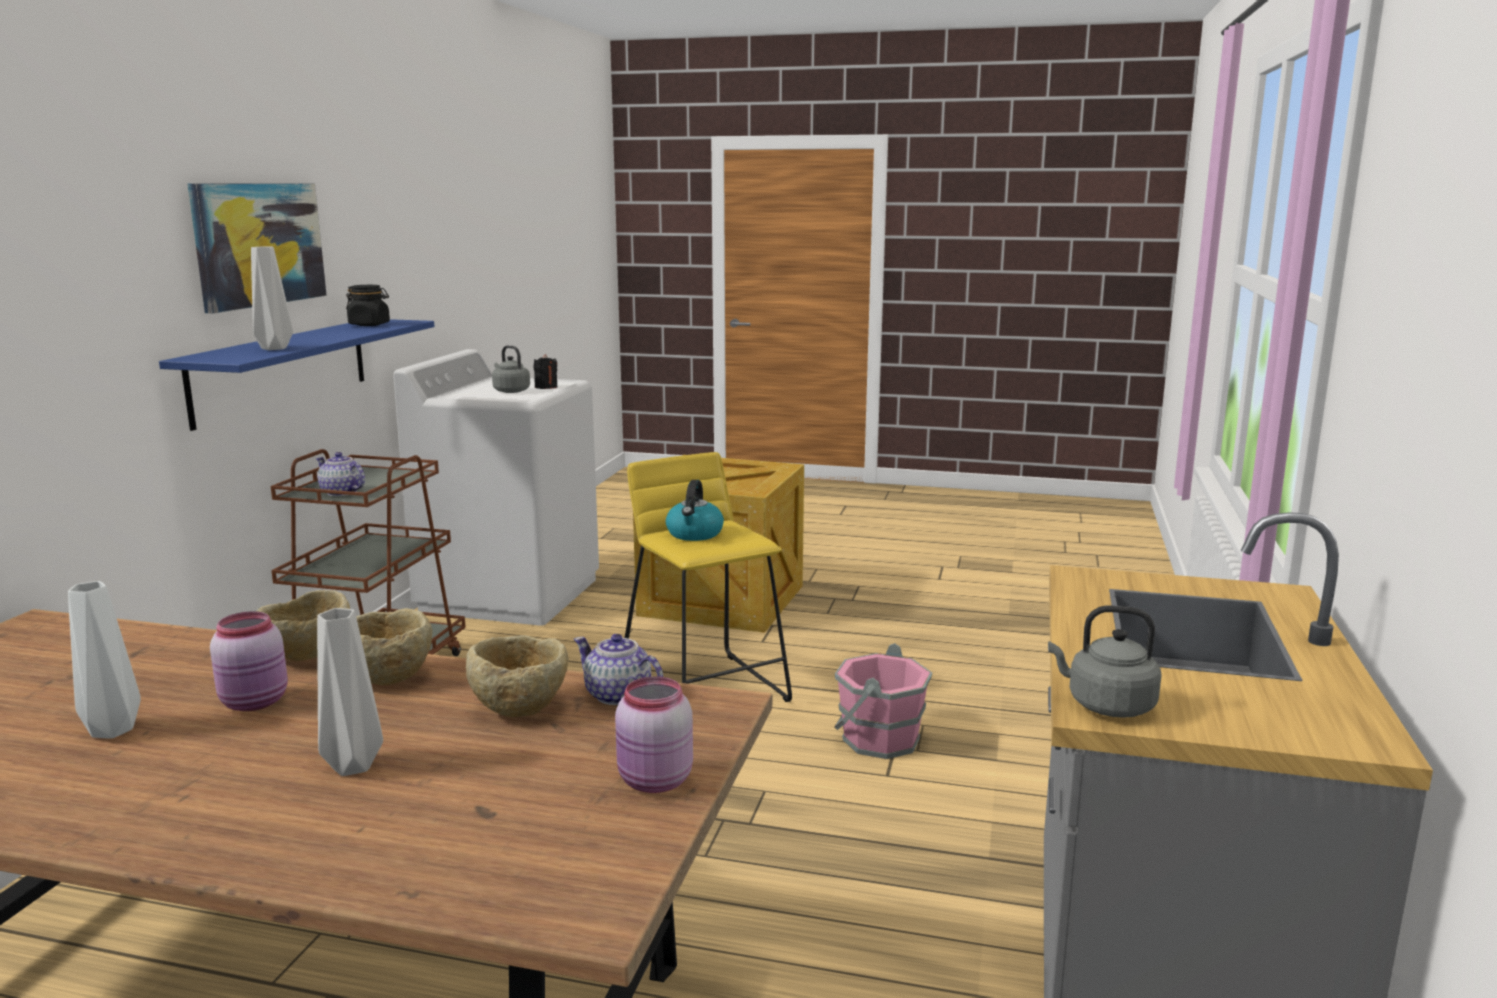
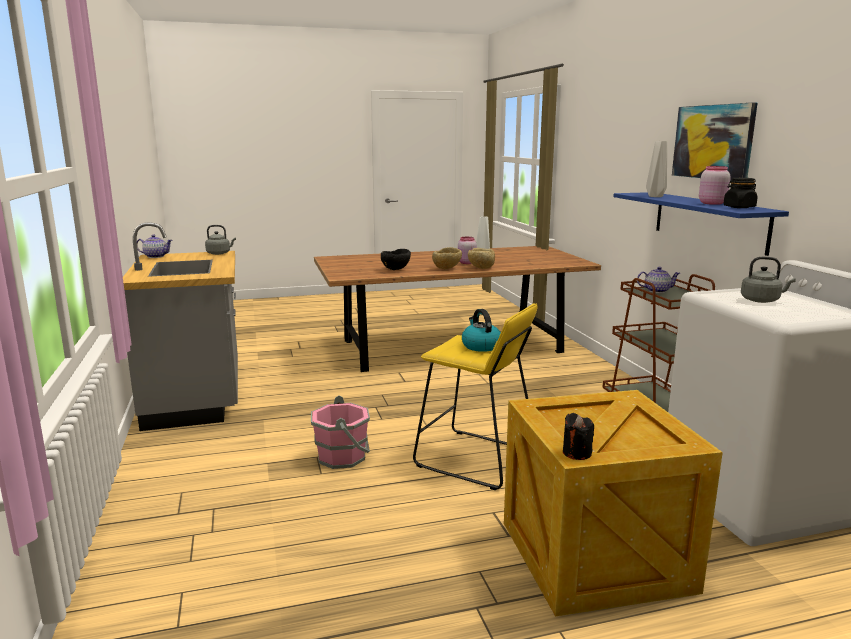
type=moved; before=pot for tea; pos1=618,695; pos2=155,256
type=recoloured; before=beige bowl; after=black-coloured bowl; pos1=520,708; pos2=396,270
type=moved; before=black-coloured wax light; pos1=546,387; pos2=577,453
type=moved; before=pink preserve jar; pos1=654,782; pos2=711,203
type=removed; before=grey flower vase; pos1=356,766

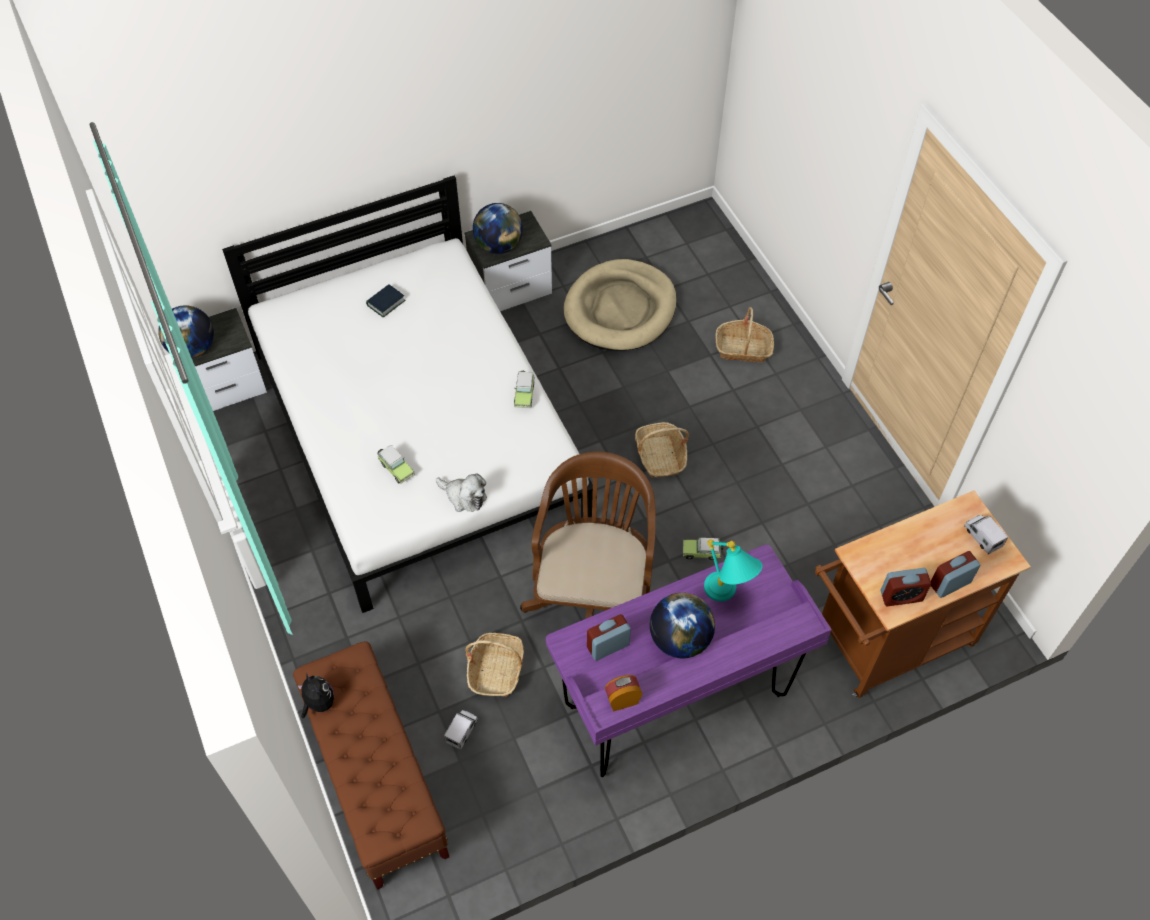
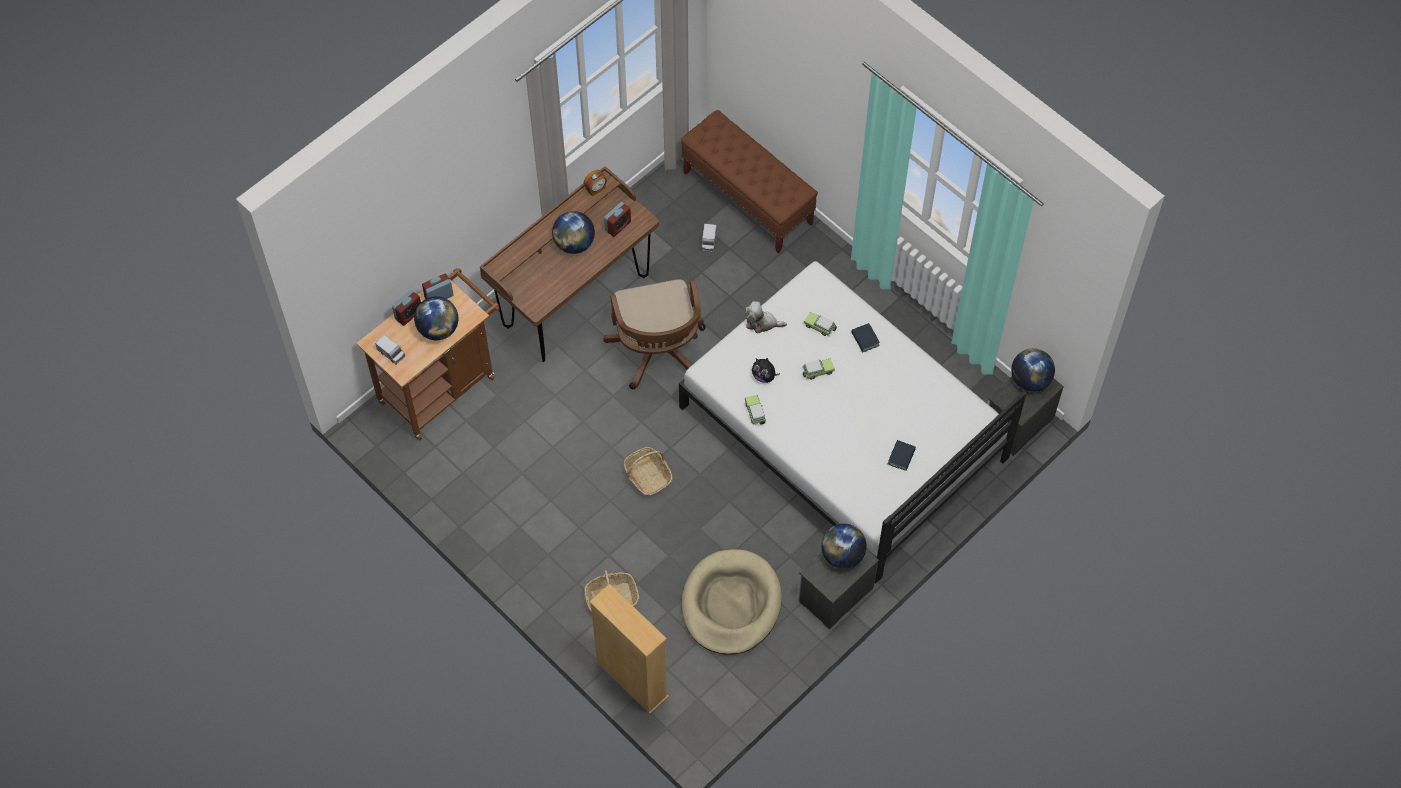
type=added; after=desk globe; pos2=438,329
type=recoloured; before=purple-coloured desk; after=brown desk; pos1=676,702; pos2=575,301
type=added; after=beige bookshelf; pos2=632,679
type=moved; before=plush toy; pos1=318,703; pos2=764,376
type=moved; before=miniature car; pos1=702,552; pos2=817,372
type=added; after=volume; pos2=865,339
type=removed; before=household basket; pos1=496,670
type=removed; before=blue-green table lamp; pos1=727,596

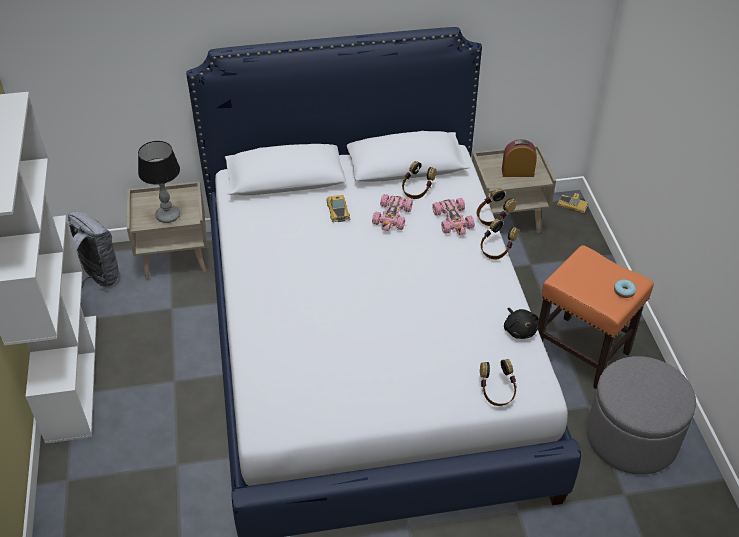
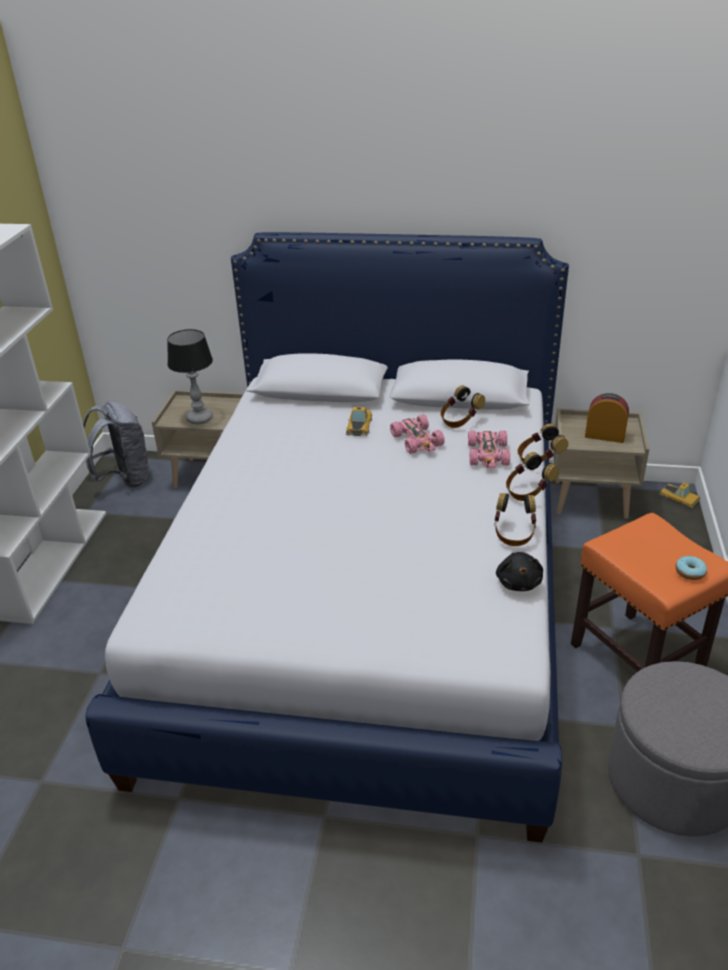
type=turned; before=pink miniature car; pos1=392,217; pos2=417,441; turn=-60
type=moved; before=headphones; pos1=497,393; pos2=514,534

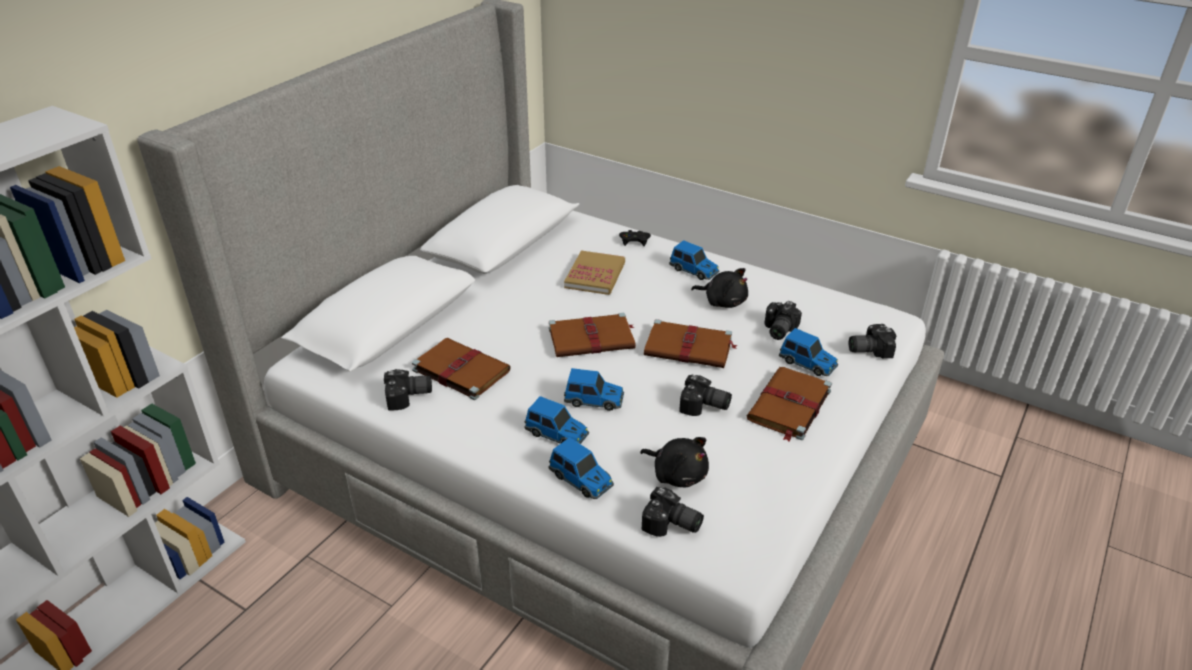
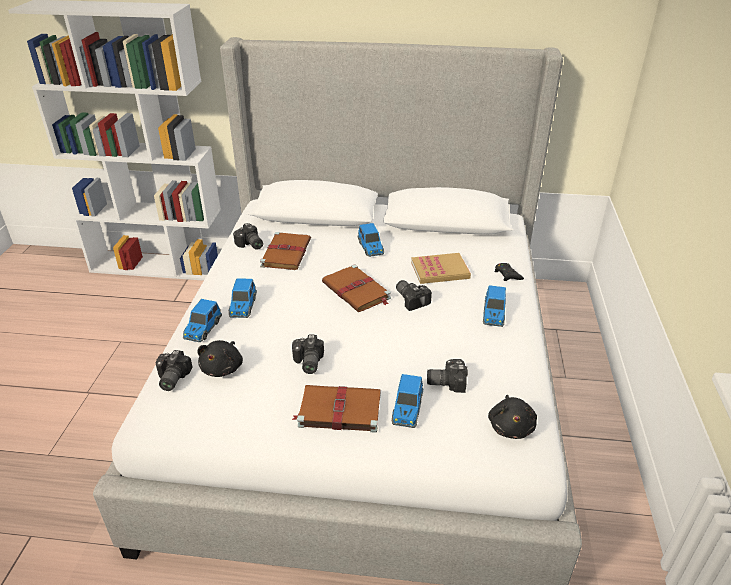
type=moved; before=miniature car; pos1=594,400; pos2=371,248
type=moved; before=photo camera; pos1=868,349; pos2=412,299
type=moved; before=black-coloured plush toy; pos1=723,301; pos2=511,426
type=removed; before=brown volume; pos1=690,348

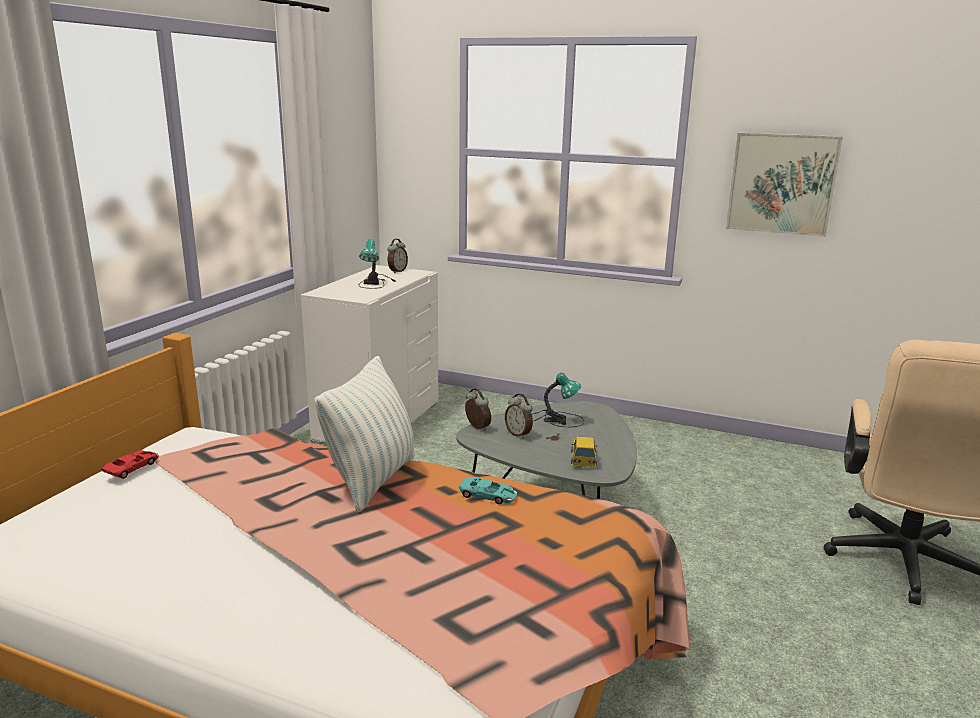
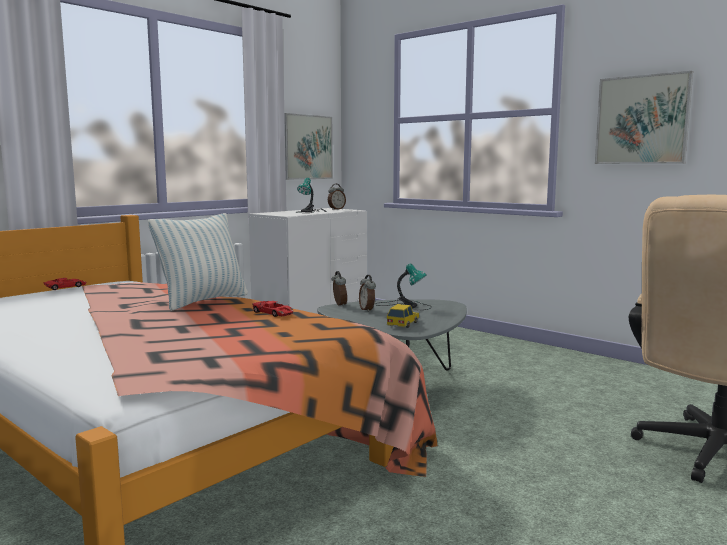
type=recoloured; before=blue-green miniature car; after=red-coloured miniature car; pos1=488,495; pos2=273,313
type=added; after=picture; pos2=307,147

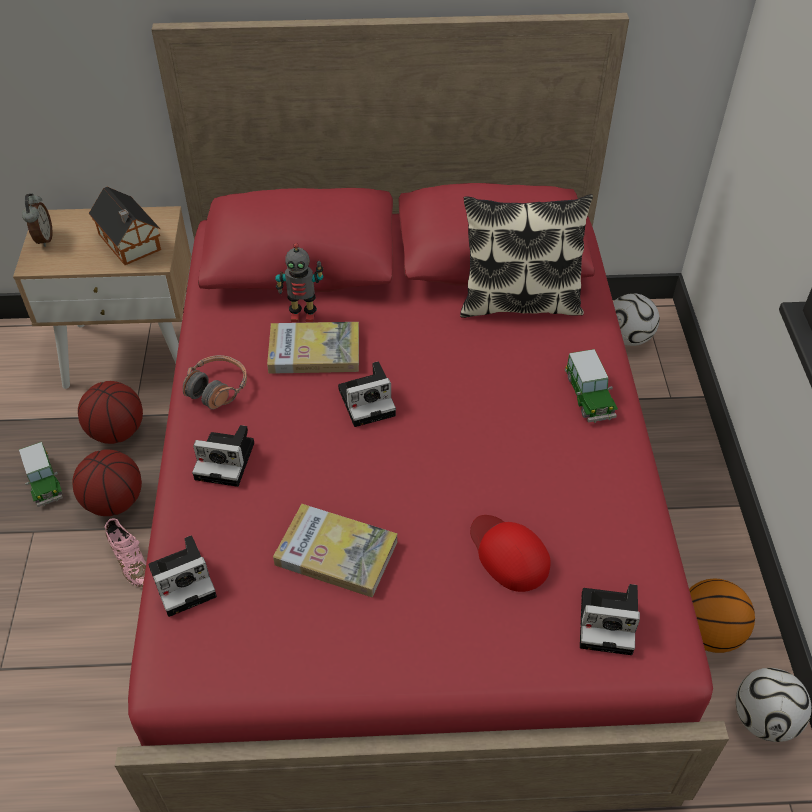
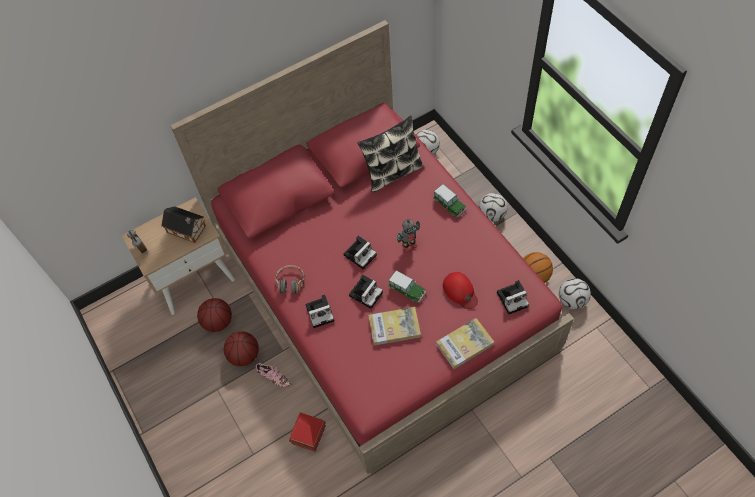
type=added; after=miniature house; pos2=309,437
type=moved; before=photo camera; pos1=185,580; pos2=366,293
type=moved; before=miniature car; pos1=44,482; pos2=407,290
type=moved; before=robot figure; pos1=303,315; pos2=409,246
type=moved; before=volume; pos1=314,351; pos2=464,344
type=turned; before=red-coloured cap; pos1=508,554; pos2=460,291; turn=-150
type=added; after=football; pos2=492,215

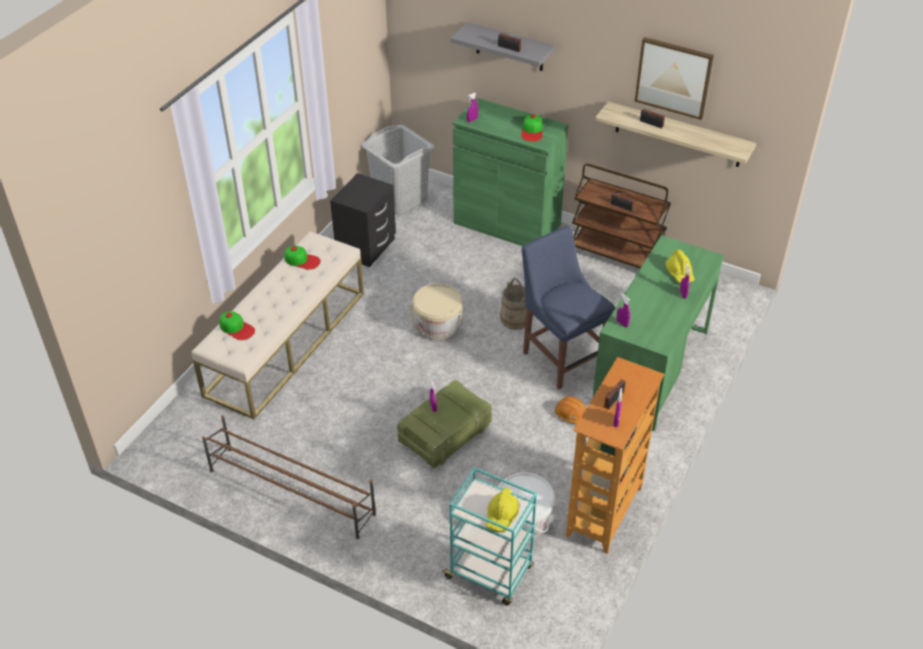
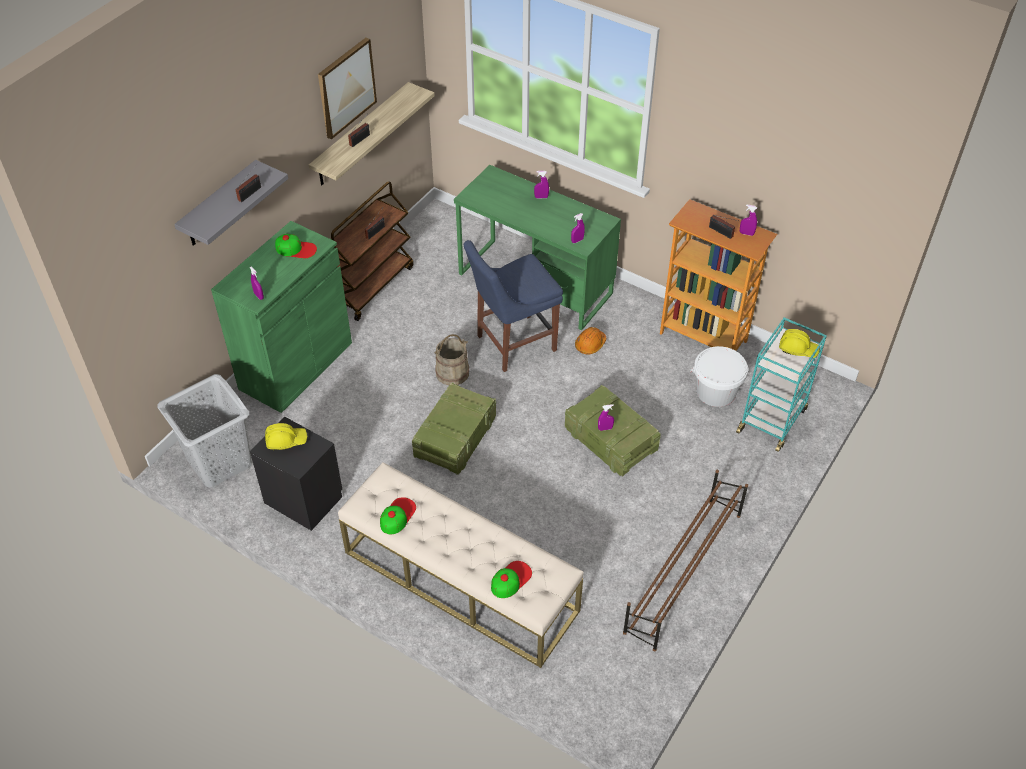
type=moved; before=yellowish hard hat; pos1=679,273; pos2=286,440
type=replaced; before=beige pail; after=packing crate; pos1=437,327; pos2=456,438

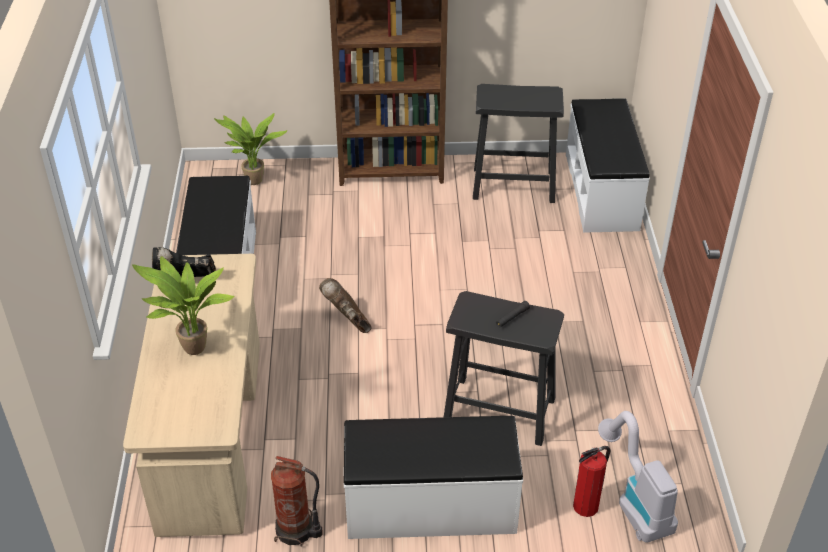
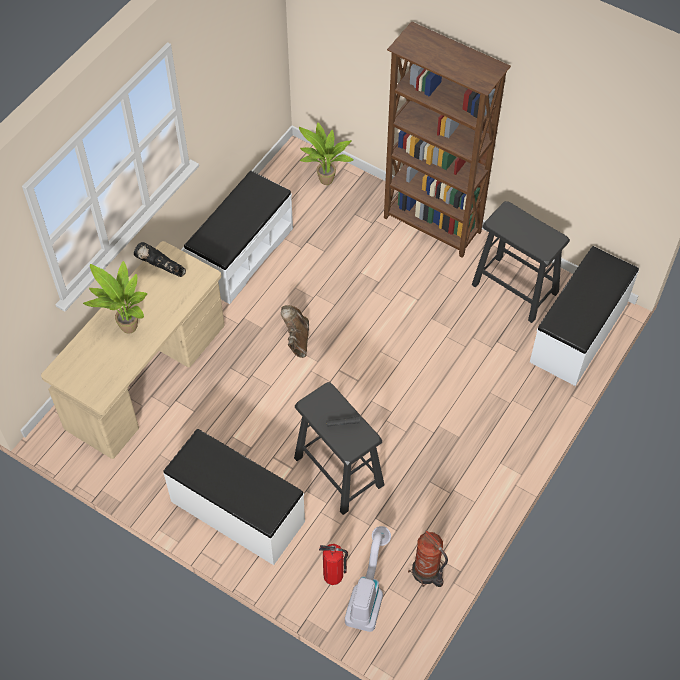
type=moved; before=fire extinguisher; pos1=296,531; pos2=427,572

